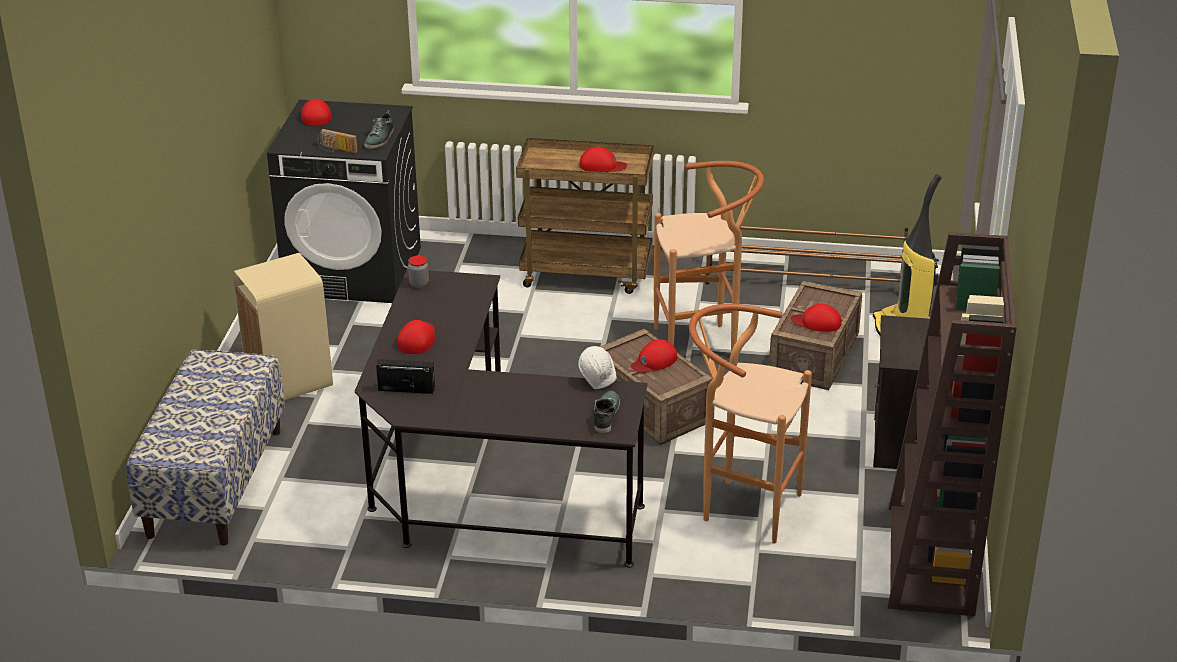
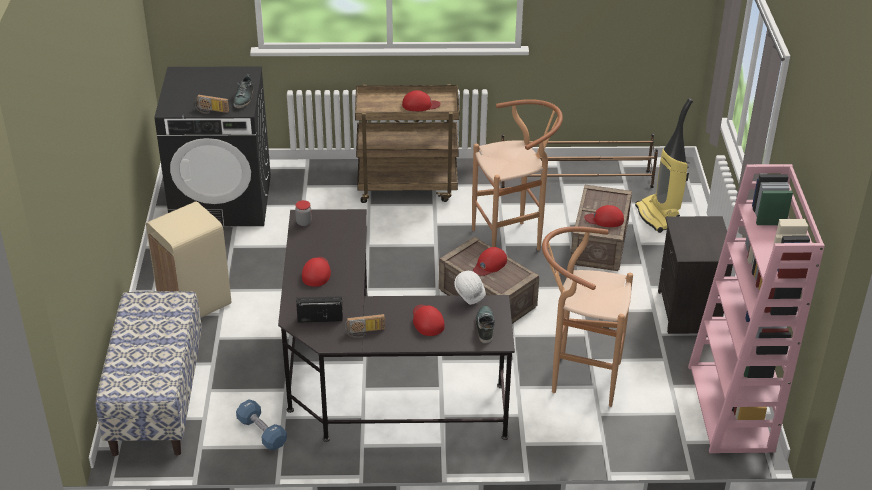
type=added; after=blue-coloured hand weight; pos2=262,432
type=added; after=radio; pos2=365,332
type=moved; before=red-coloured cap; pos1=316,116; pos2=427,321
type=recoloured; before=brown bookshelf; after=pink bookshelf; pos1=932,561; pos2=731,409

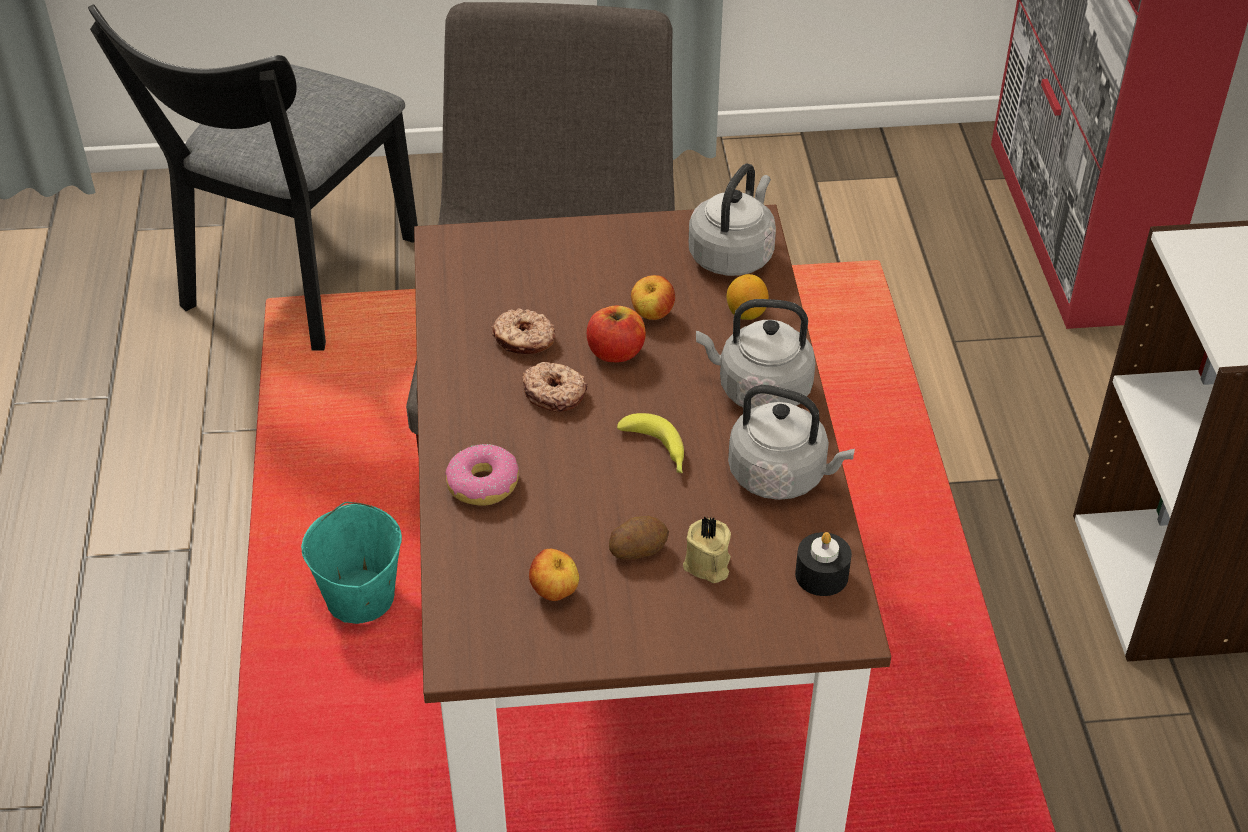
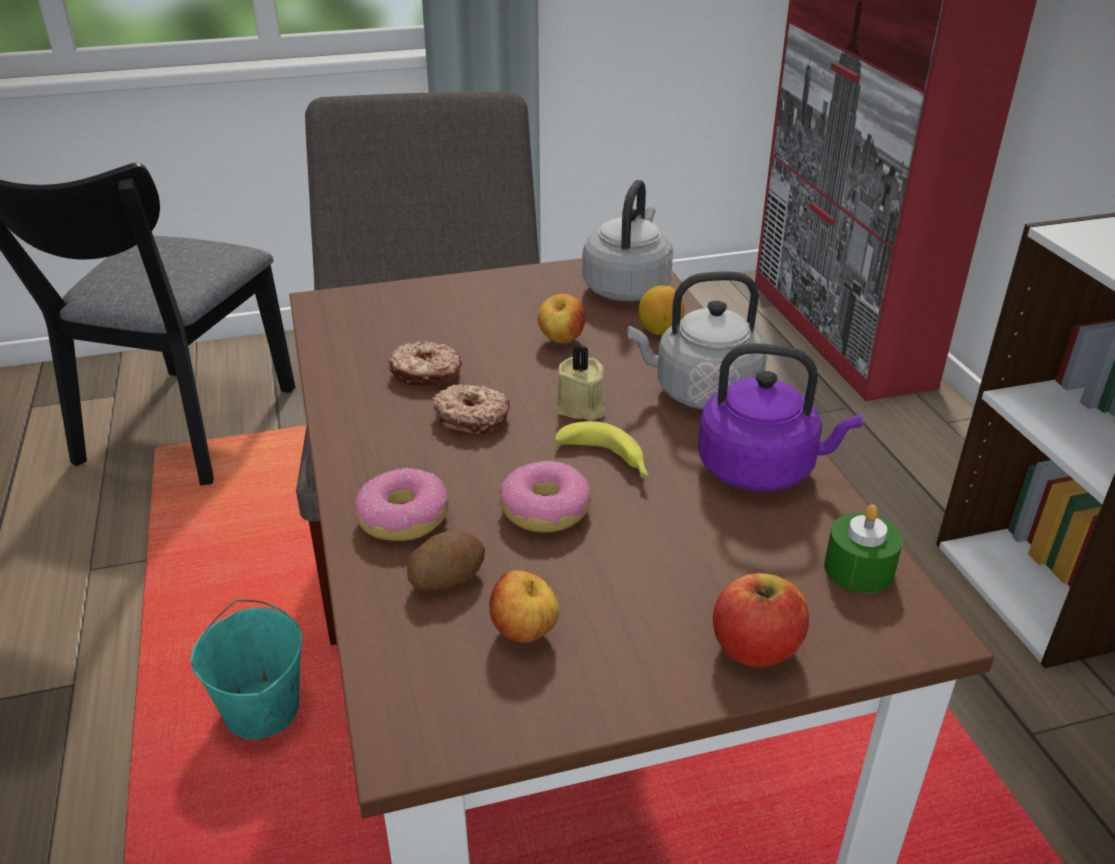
type=moved; before=potato; pos1=637,549; pos2=446,578
type=added; after=ring doughnut; pos2=545,510
type=moved; before=beige wax light; pos1=707,565; pos2=580,408
type=recoloured; before=grey water kettle; after=purple-coloured water kettle; pos1=782,476; pos2=762,469
type=moved; before=apple fruit; pos1=616,352; pos2=755,648
type=recoloured; before=black-coloured wax light; after=green-coloured wax light; pos1=821,575; pos2=858,569

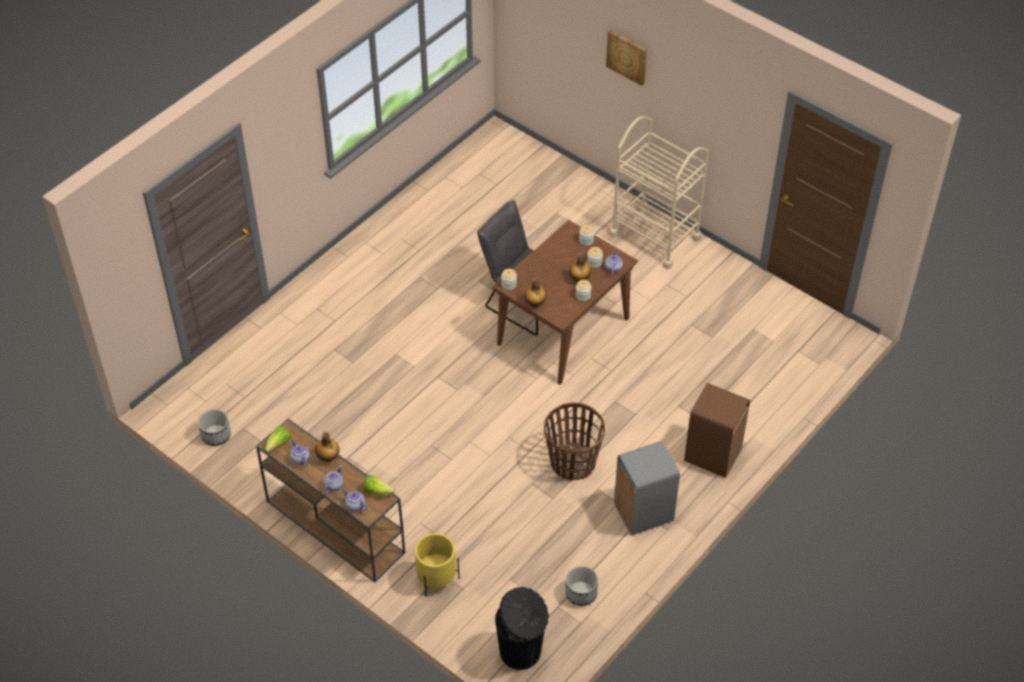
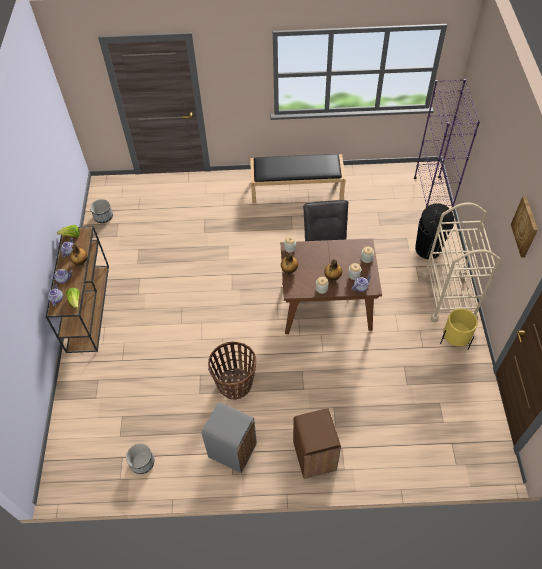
type=added; after=black-coloured indoor bench; pos2=297,188
type=added; after=purple-coloured bookshelf; pos2=431,197
type=moved; before=black-coloured trash can; pos1=521,652; pos2=428,250
type=moved; before=yellowish flower pot; pos1=436,579; pos2=455,340
type=moved; before=picture; pos1=627,56; pos2=525,227

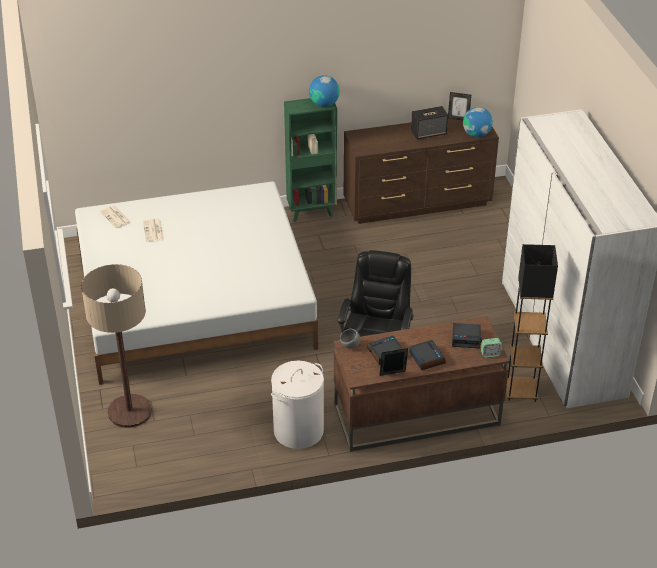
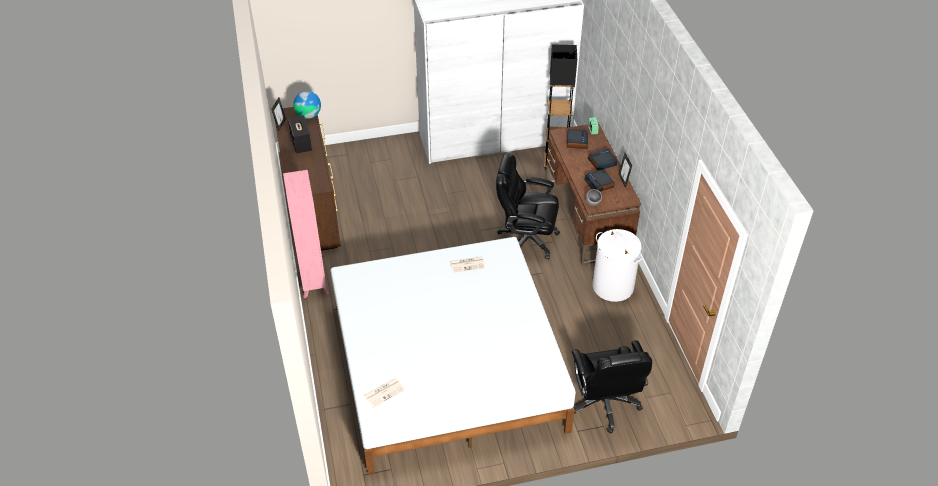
type=recoloured; before=green-coloured bookshelf; after=pink bookshelf; pos1=312,212; pos2=313,280
type=moved; before=daily paper; pos1=153,231; pos2=467,264
type=replaced; before=standing lamp; after=black-coloured desk chair; pos1=129,411; pos2=604,404
type=removed; before=desk globe; pos1=324,104

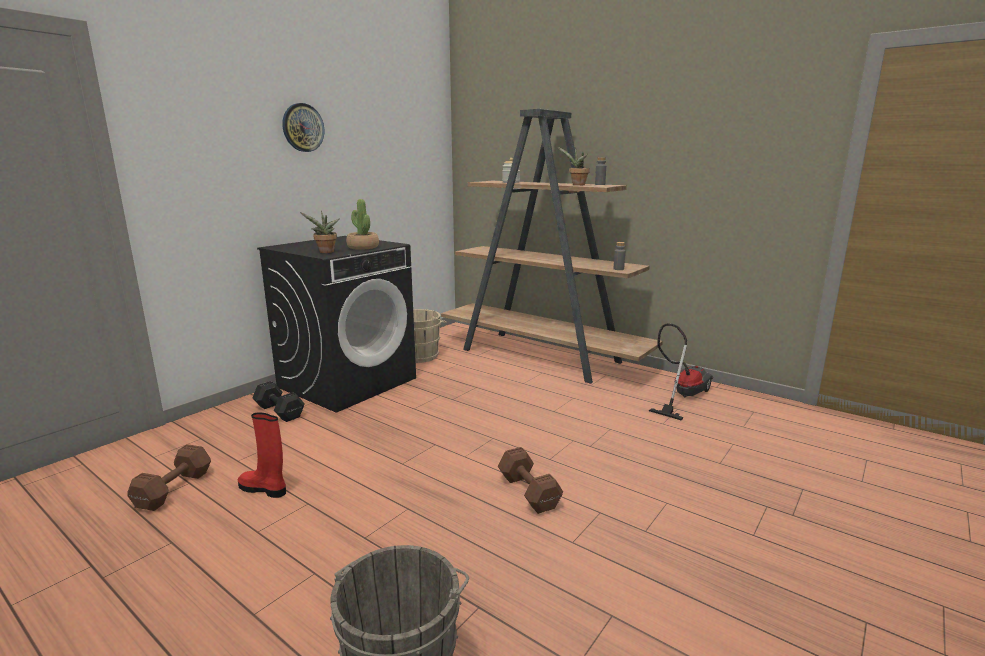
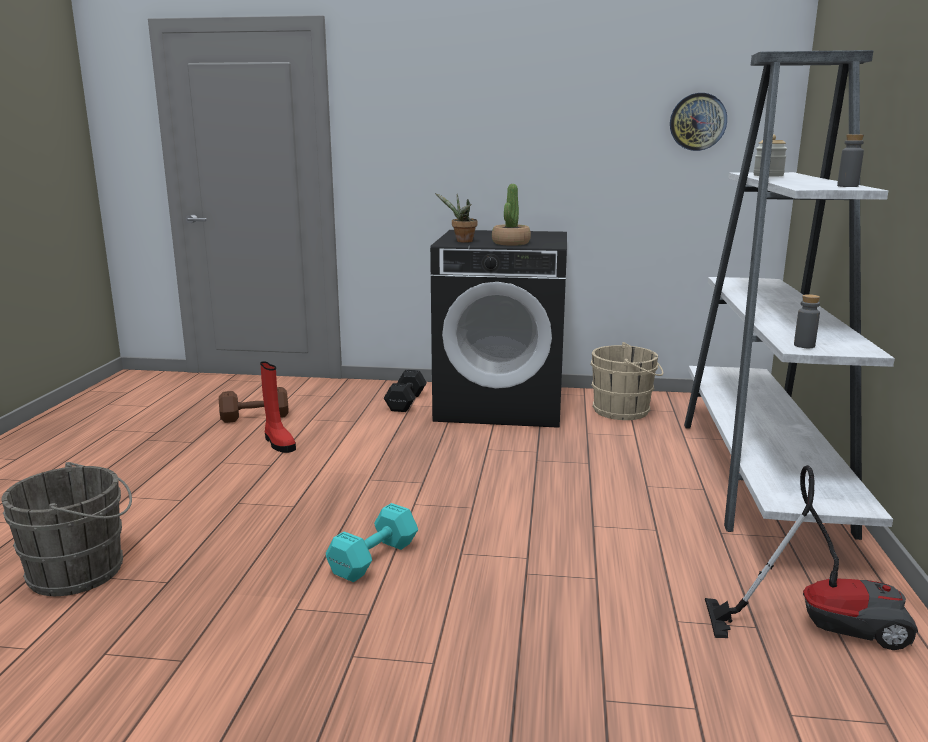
type=turned; before=red-coloured boot; pos1=264,489; pos2=278,443; turn=150
type=recoloured; before=brown hand weight; after=blue-green hand weight; pos1=528,491; pos2=376,558
type=moved; before=clock on the wall; pos1=303,127; pos2=698,122
type=recoloured; before=brown bookshelf; after=whitish bookshelf; pos1=542,356; pos2=760,475
type=removed; before=houseplant; pos1=577,185

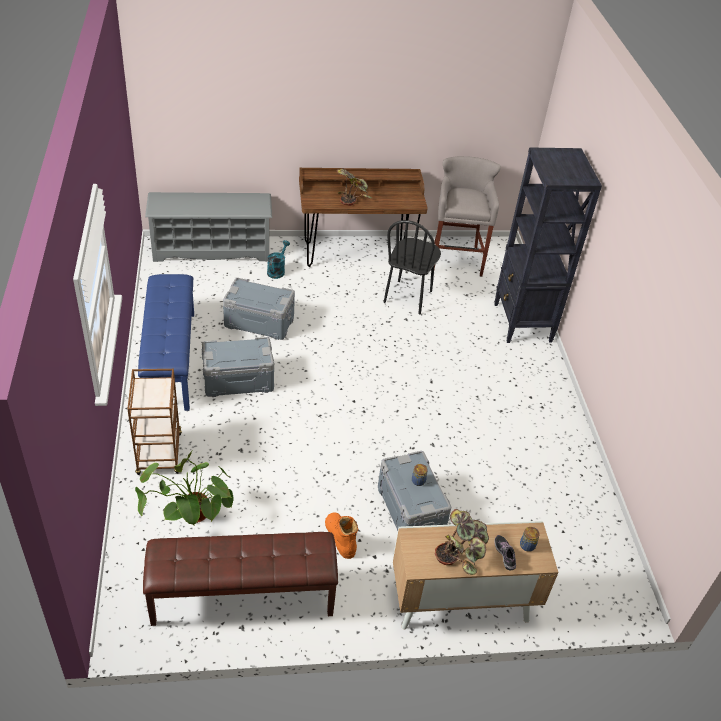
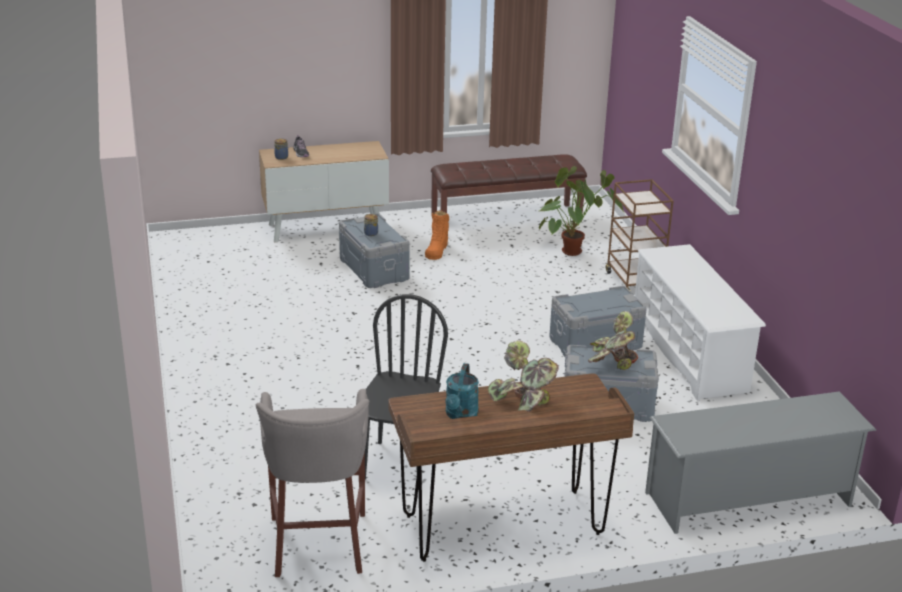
type=turned; before=orange boot; pos1=340,538; pos2=437,250; turn=45
type=moved; before=blue-green watering can; pos1=277,270; pos2=460,415
type=moved; before=houseplant; pos1=461,552; pos2=610,362
type=replaced; before=blue-coloured indoor bench; after=whitish shoe rack; pos1=170,359; pos2=689,353
type=removed; before=black-coloured bookshelf; pos1=522,323

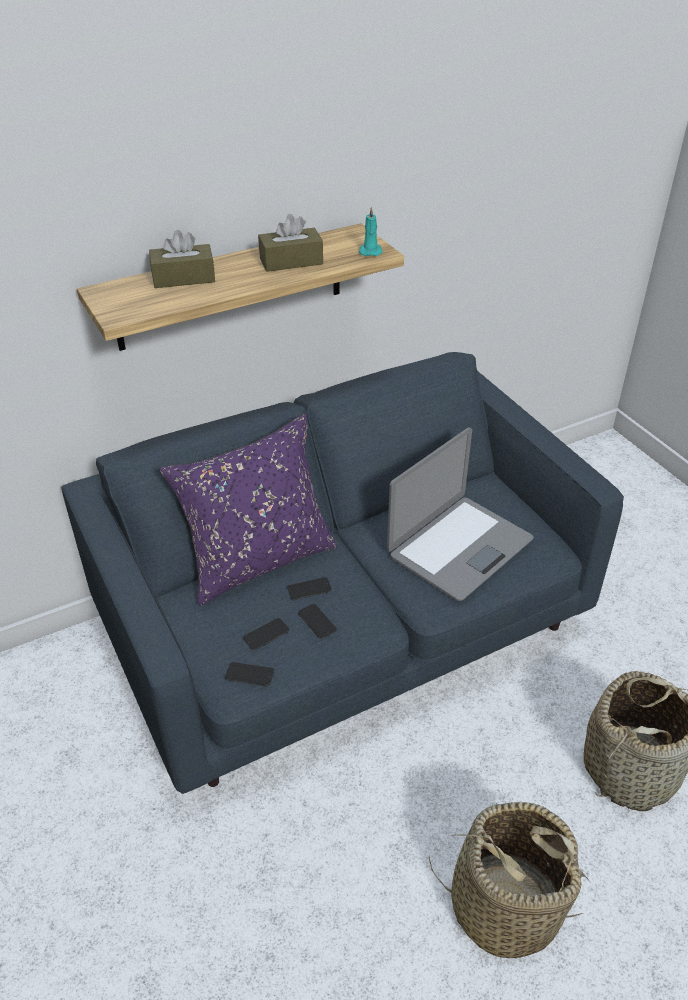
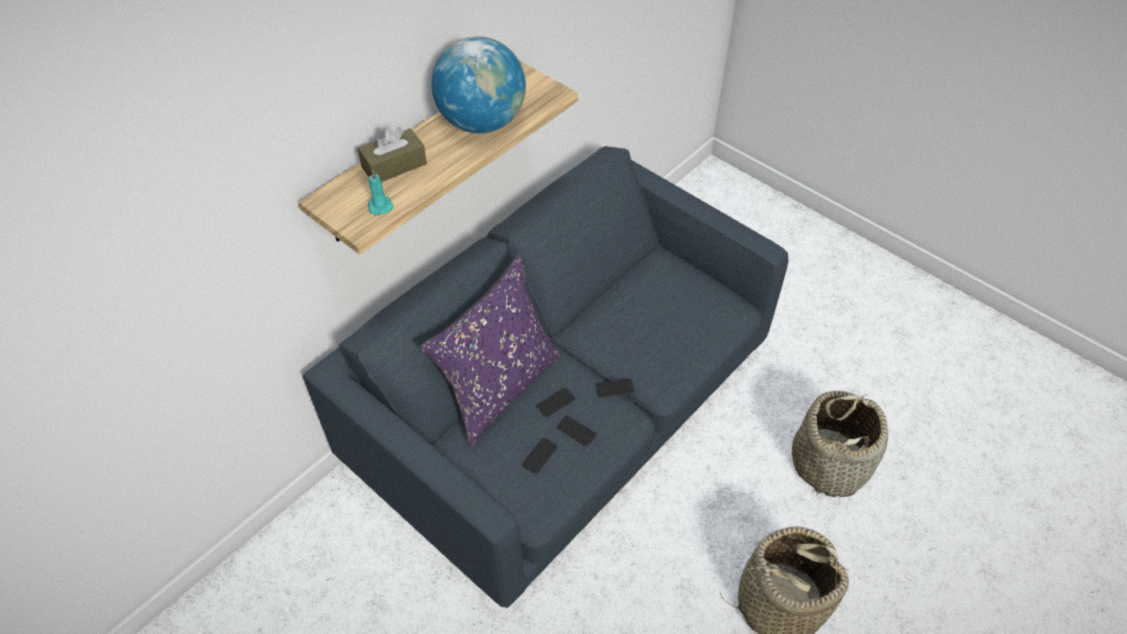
type=moved; before=blue-green wax light; pos1=370,251; pos2=380,205
type=replaced; before=brown box of tissues; after=desk globe; pos1=291,261; pos2=482,122
type=moved; before=telephone; pos1=249,675; pos2=614,389
type=removed; before=notebook computer; pos1=459,547

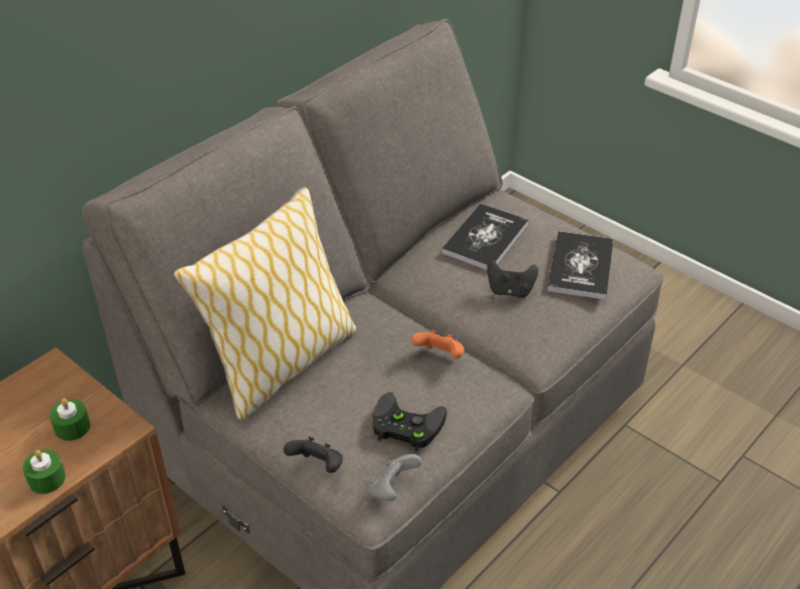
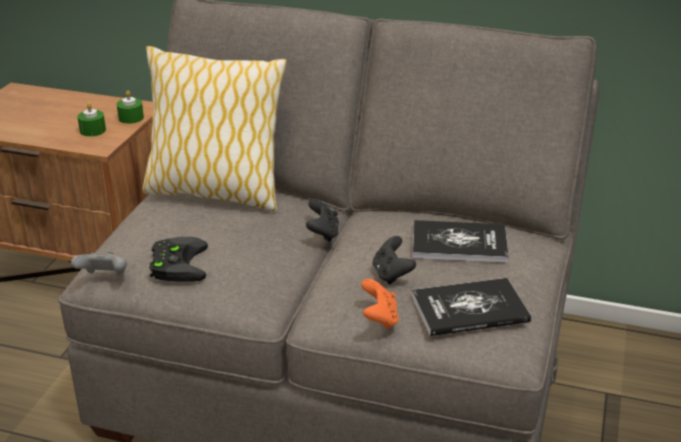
type=moved; before=green-coloured wax light; pos1=47,479; pos2=131,118
type=moved; before=black-coloured game controller; pos1=317,466; pos2=323,233
type=moved; before=orange game controller; pos1=439,356; pos2=379,319

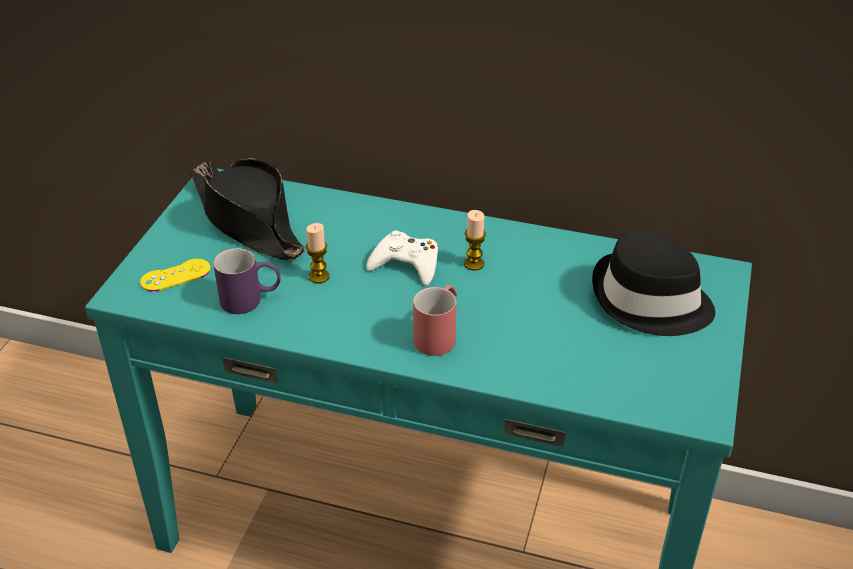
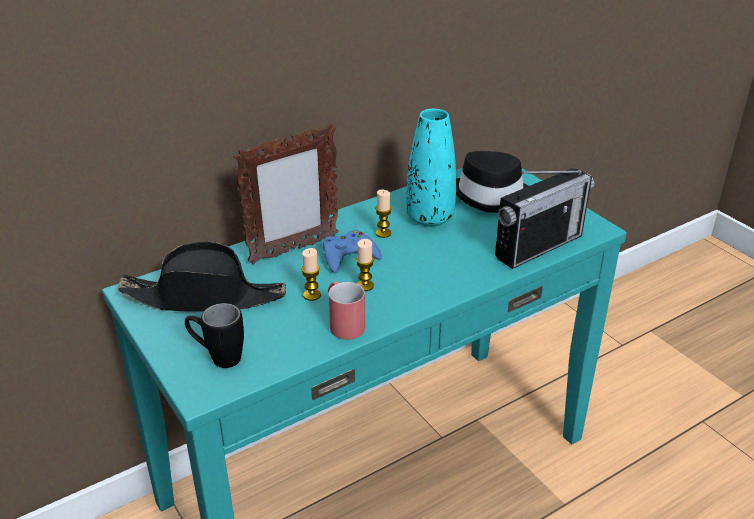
type=replaced; before=yellowish game controller; after=black-coloured coffee mug; pos1=175,275; pos2=218,357
type=added; after=standing frame; pos2=293,250
type=recoloured; before=whitish game controller; after=blue-coloured game controller; pos1=406,264; pos2=348,256
type=moved; before=red-coloured coffee mug; pos1=439,334; pos2=343,323
type=added; after=wax light; pos2=365,286
type=added; after=blue-green flower vase; pos2=429,218
type=added; after=radio; pos2=538,246
type=removed; before=purple-coloured coffee mug; pos1=251,300

